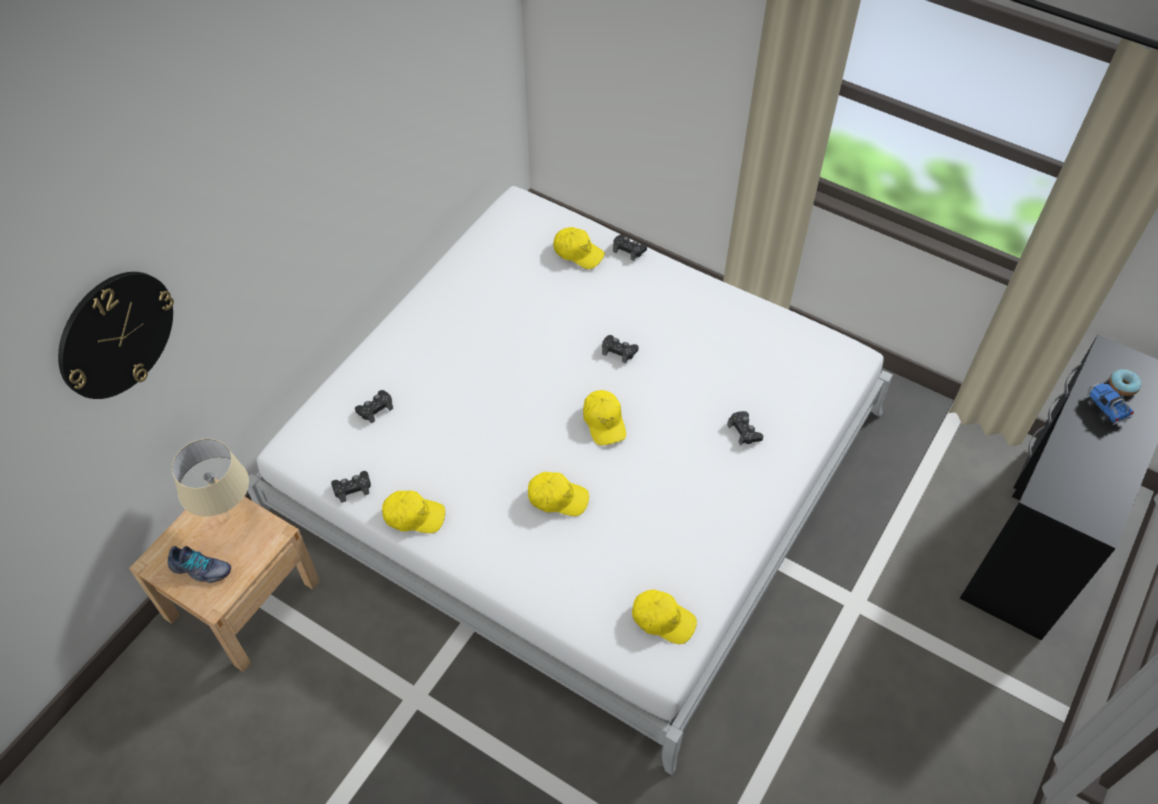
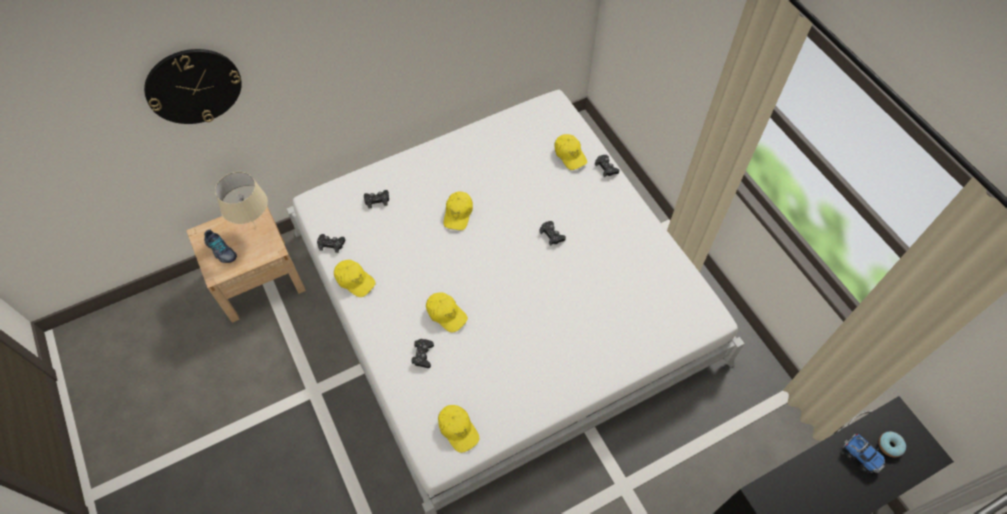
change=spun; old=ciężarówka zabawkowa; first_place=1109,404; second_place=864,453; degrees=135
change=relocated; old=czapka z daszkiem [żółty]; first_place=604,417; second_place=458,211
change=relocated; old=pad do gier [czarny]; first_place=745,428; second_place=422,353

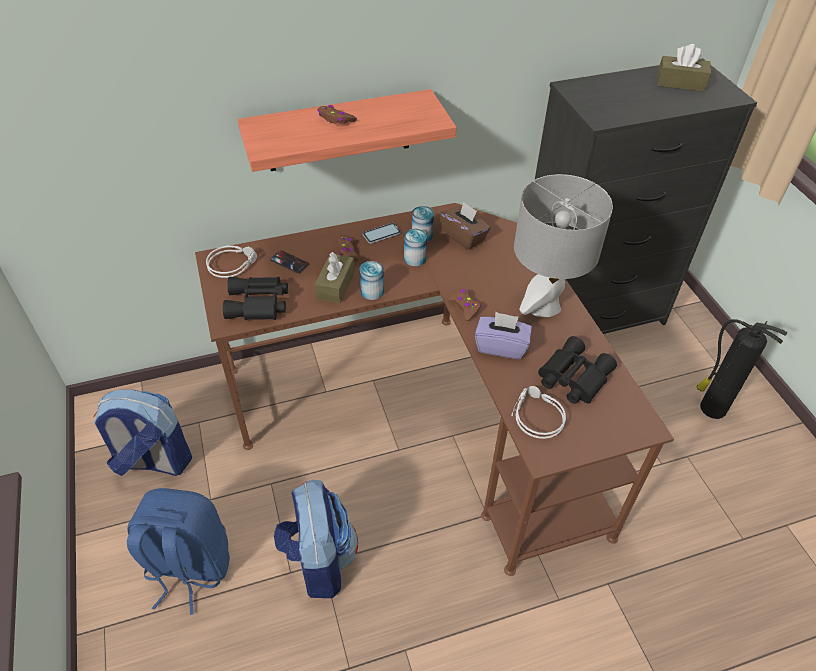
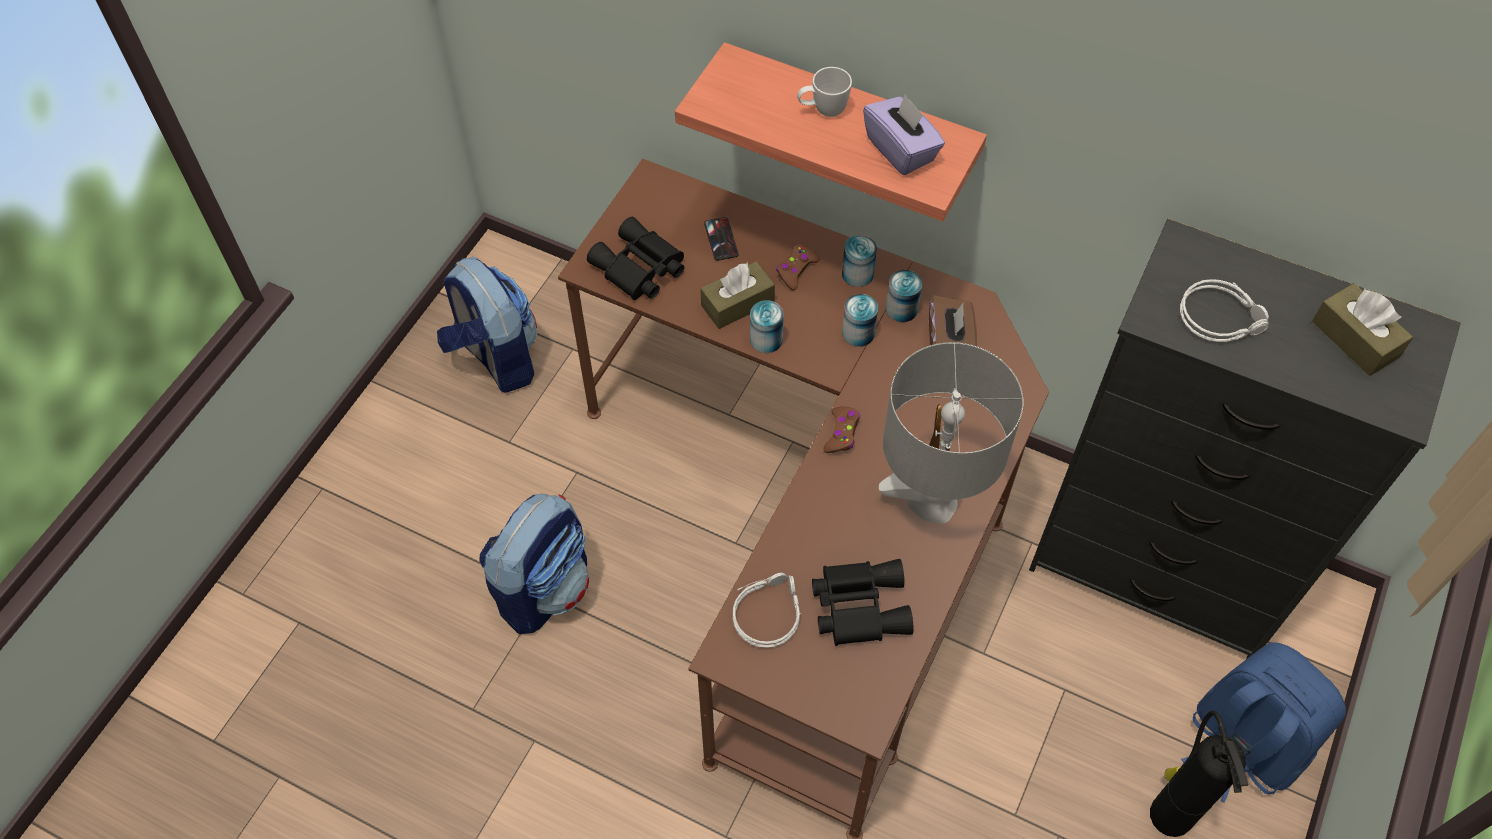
change=exchanged; old=pad do gier [brązowy]; new=kubek [biały]; first_place=337,114; second_place=824,92
change=exchanged; old=telefon; new=puszka; first_place=382,233; second_place=859,261
change=relocated; old=słuchawki [szary]; first_place=231,261; second_place=1224,310
change=relocated; old=pudełko chusteczek [fioletowy]; first_place=503,335; second_place=904,134
change=relocated; old=plecak [niebieski]; first_place=178,551; second_place=1263,722

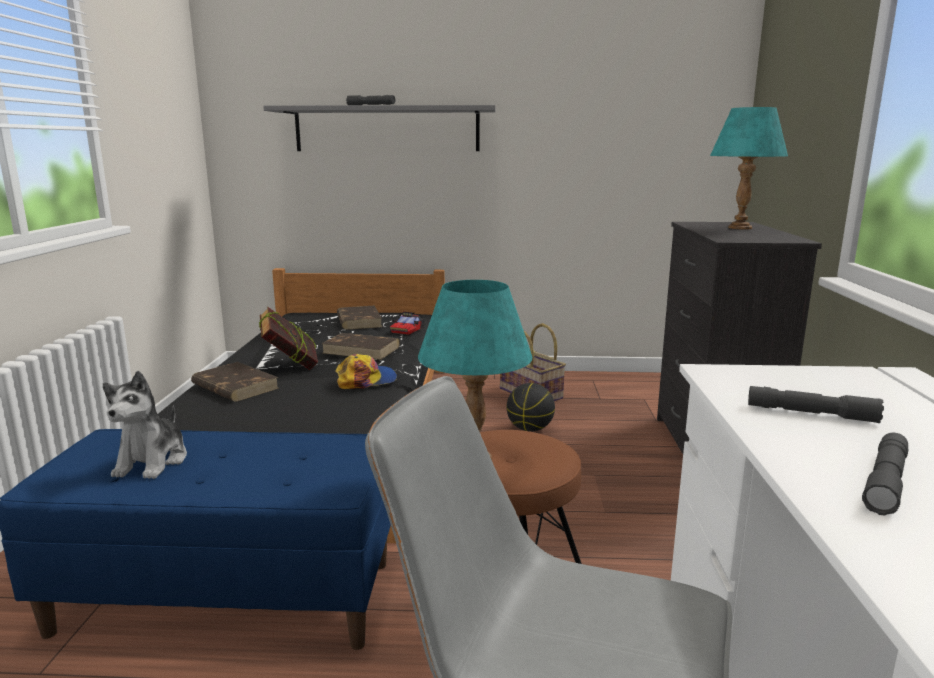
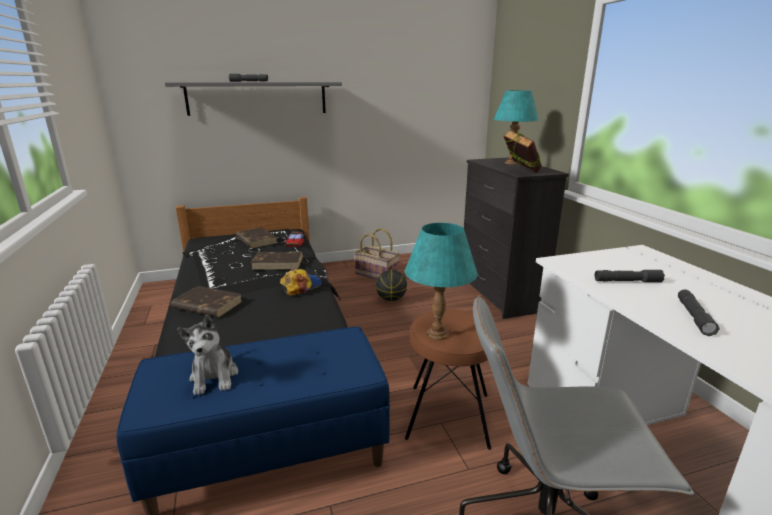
change=relocated; old=książka; first_place=288,338; second_place=523,151

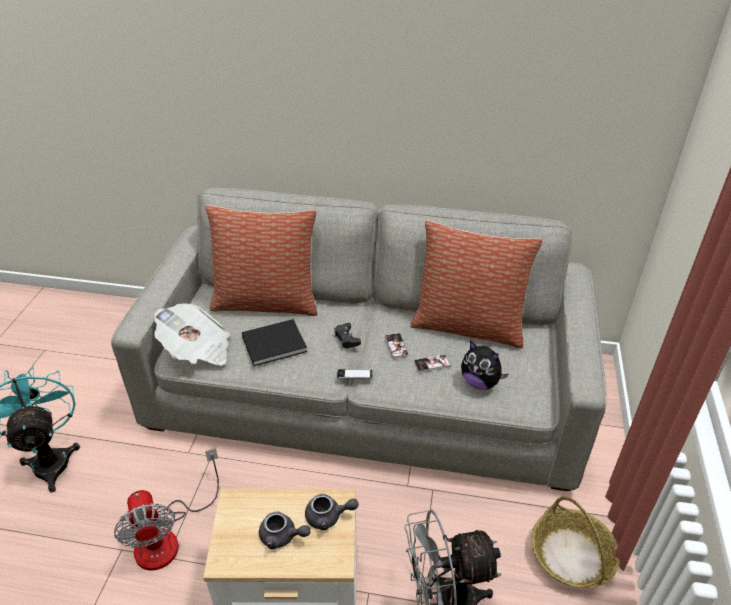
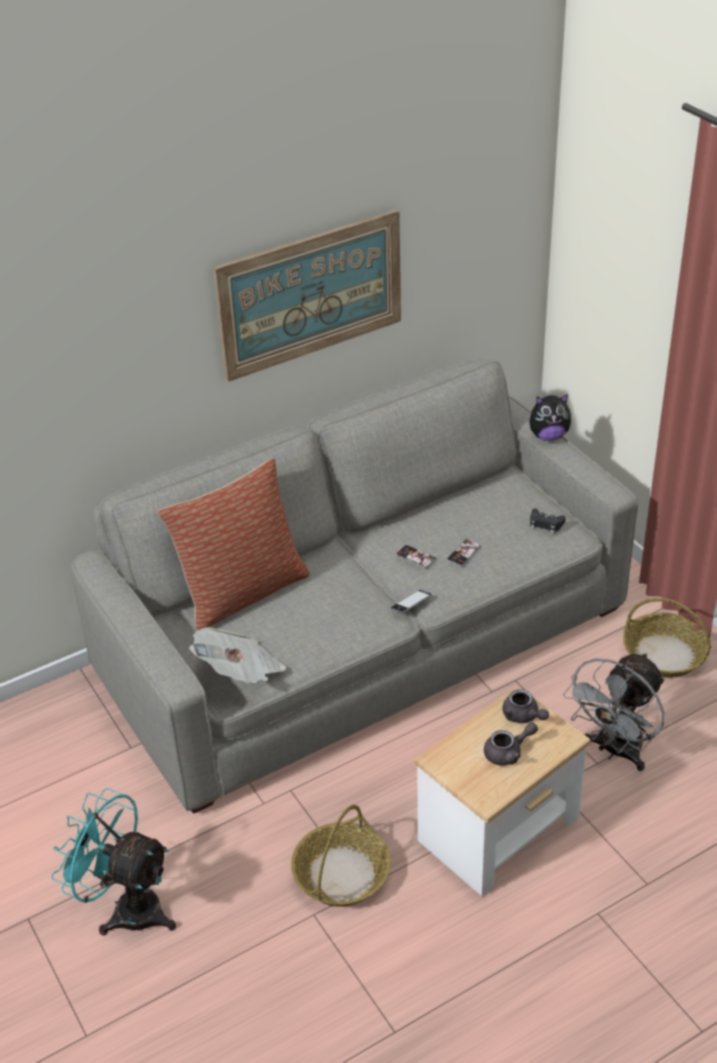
change=missing; old=poduszka; first_place=476,284
change=missing; old=książka [czarny]; first_place=274,342
change=relocated; old=pad do gier [czarny]; first_place=347,336; second_place=548,521
change=relocated; old=pluszak; first_place=484,365; second_place=551,417
change=exchanged; old=wentylator; new=koszyk; first_place=166,509; second_place=341,856
change=spun; old=imbryk [szary]; first_place=332,512; second_place=525,706; degrees=90
change=appeared; new=obraz; second_place=307,296

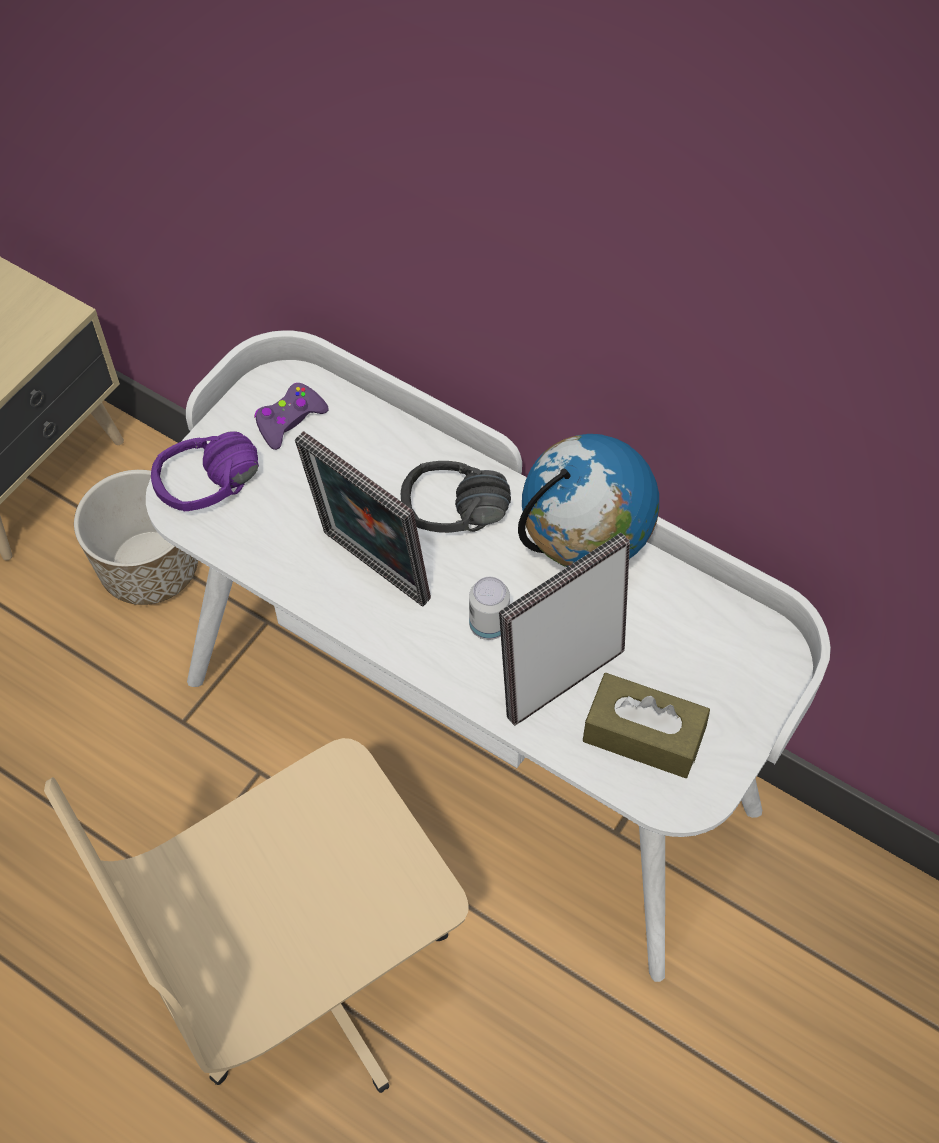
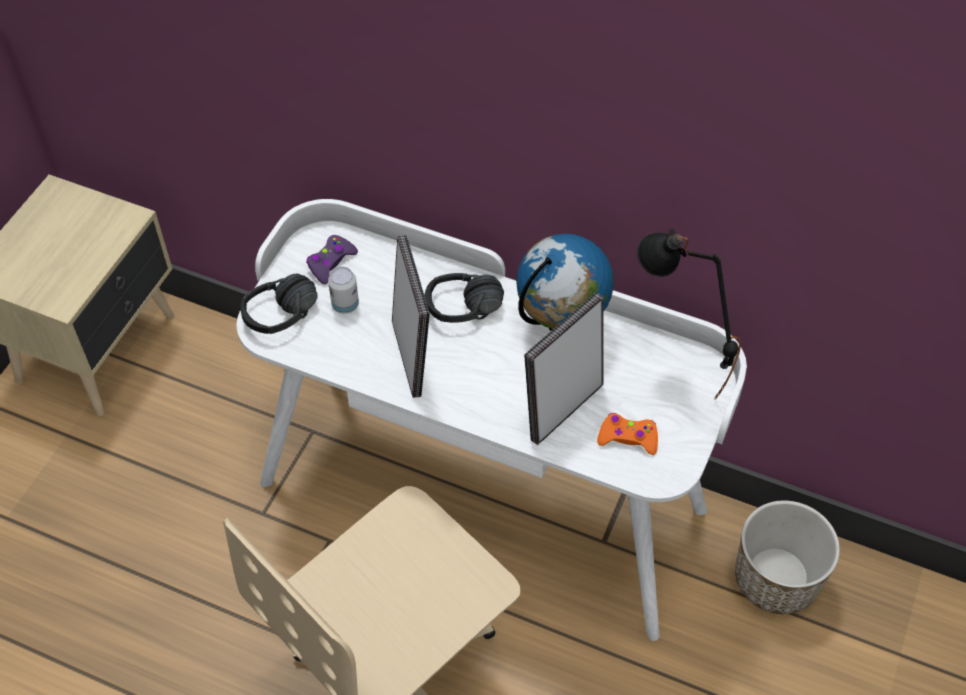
change=colour; old=słuchawki [fioletowy]; new=słuchawki [czarny]; first_place=205,471; second_place=279,304
change=spun; old=ramka na zdjęcie; first_place=363,518; second_place=411,316; degrees=-135
change=relocated; old=donica; first_place=136,537; second_place=787,557
change=relocated; old=puszka; first_place=489,608; second_place=343,290
change=exchanged; old=pudełko chusteczek [brązowy]; new=pad do gier [pomarańczowy]; first_place=646,725; second_place=627,434
change=appeared; new=lampa stołowa [czarny]; second_place=689,314

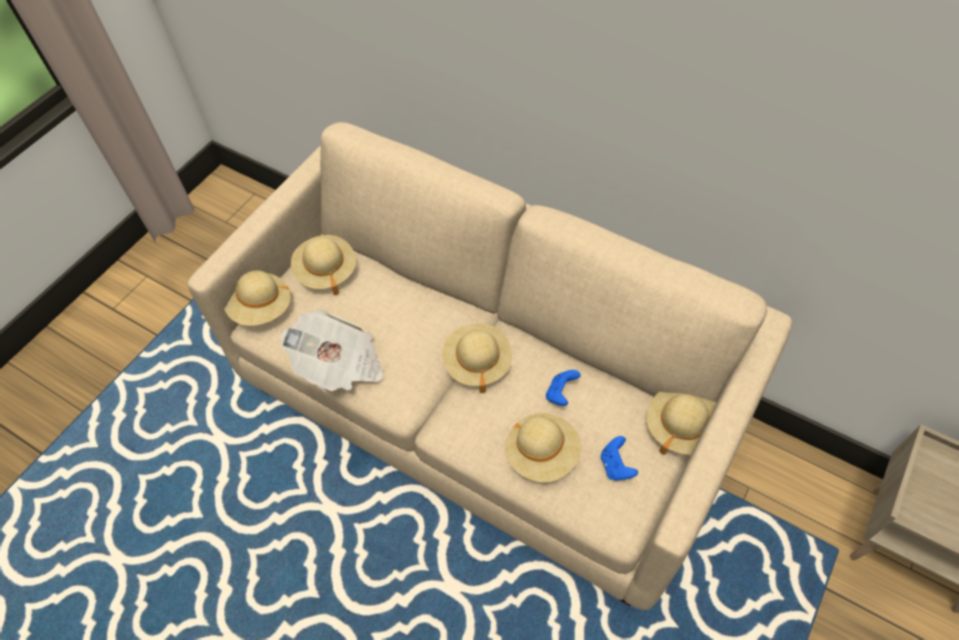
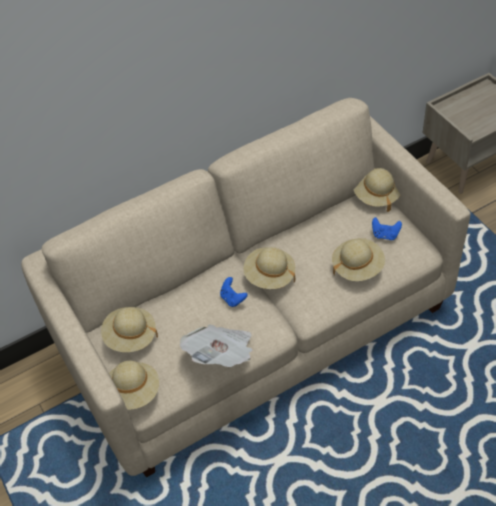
change=relocated; old=pad do gier [niebieski]; first_place=563,388; second_place=234,292

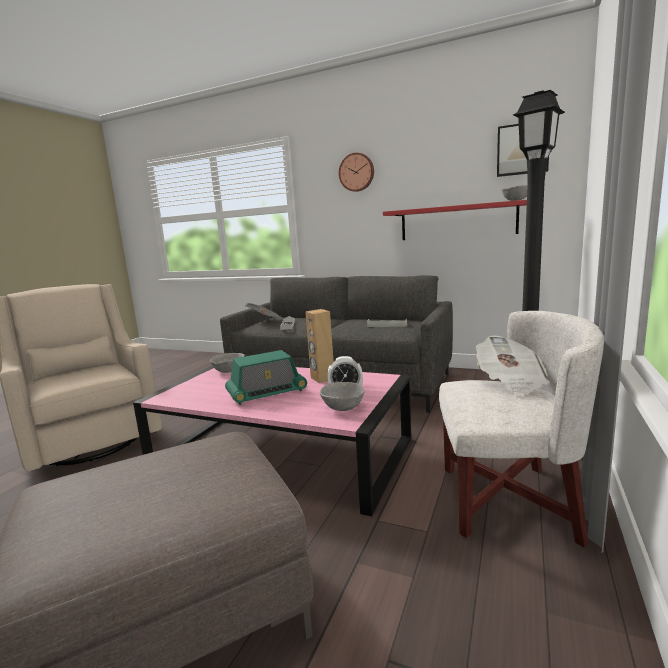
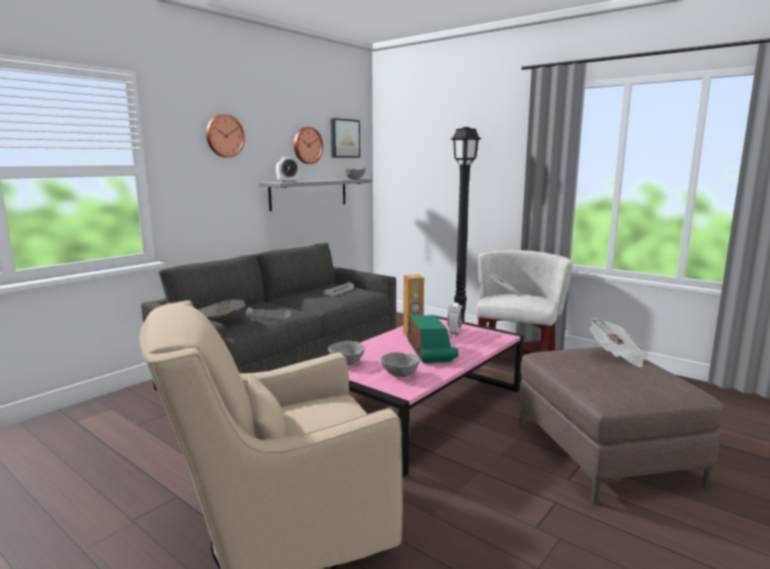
change=colour; old=półka [czerwony]; new=półka [szary]; first_place=455,220; second_place=315,195
change=relocated; old=miska [szary]; first_place=342,396; second_place=400,364
change=appeared; new=zegar ścienny; second_place=308,145
change=appeared; new=budzik; second_place=287,169
change=appeared; new=gazeta; second_place=618,342

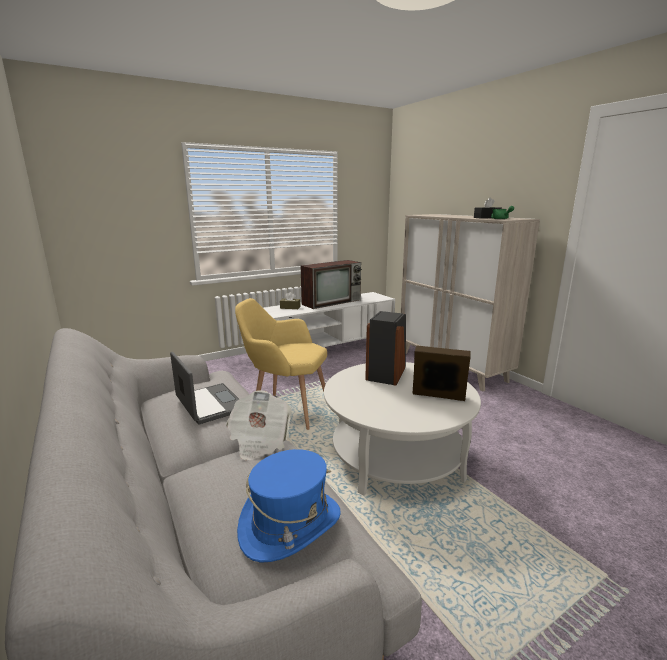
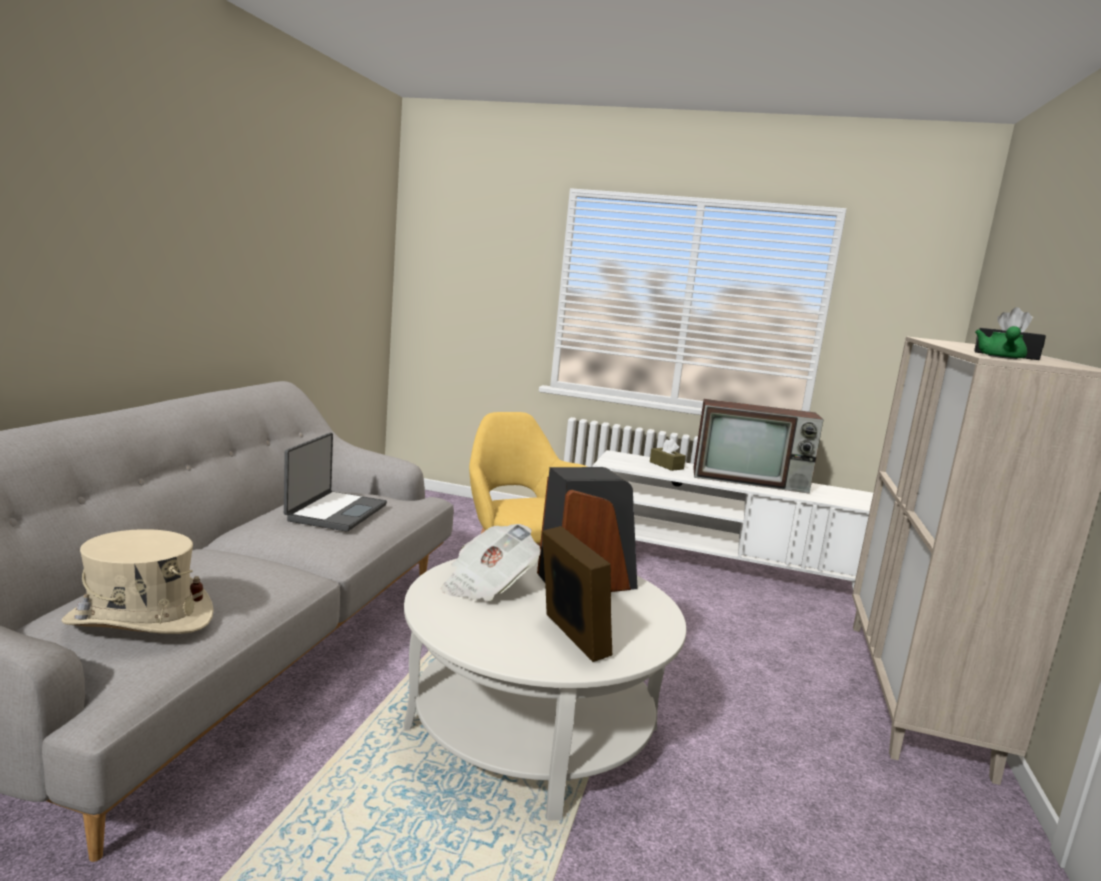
change=relocated; old=gazeta; first_place=259,425; second_place=491,562
change=colour; old=kapelusz [niebieski]; new=kapelusz [beżowy]; first_place=289,506; second_place=137,581

